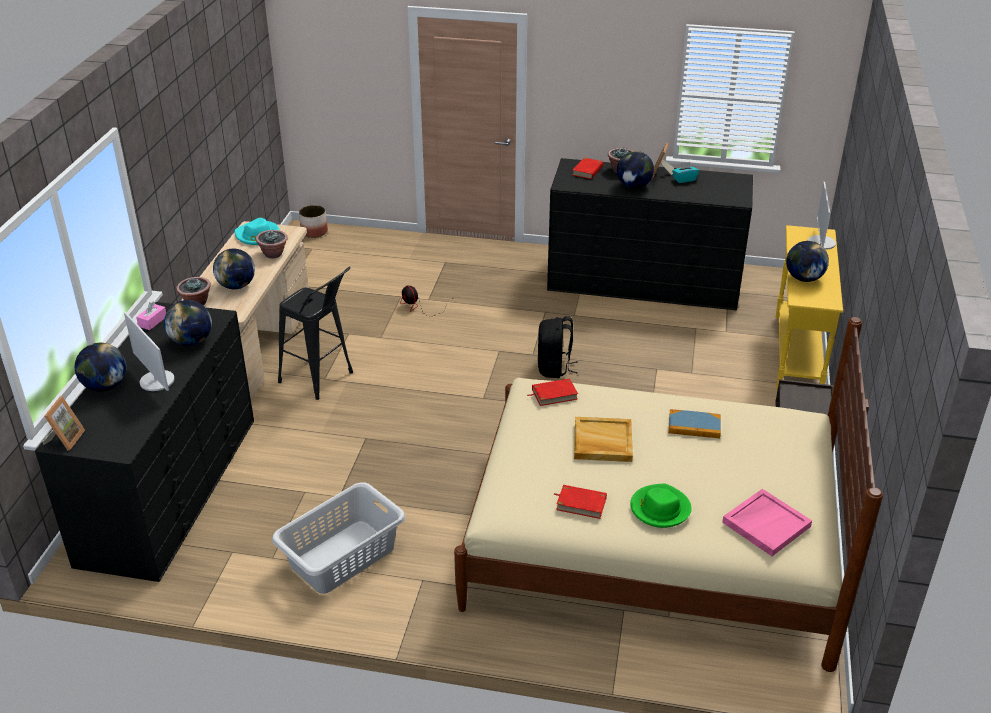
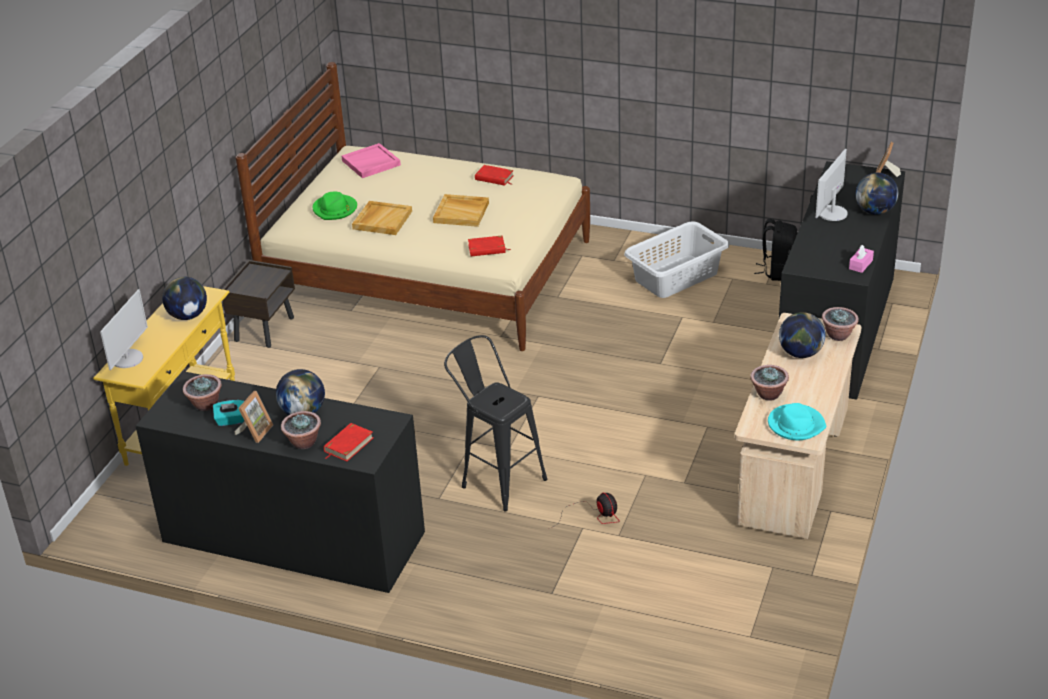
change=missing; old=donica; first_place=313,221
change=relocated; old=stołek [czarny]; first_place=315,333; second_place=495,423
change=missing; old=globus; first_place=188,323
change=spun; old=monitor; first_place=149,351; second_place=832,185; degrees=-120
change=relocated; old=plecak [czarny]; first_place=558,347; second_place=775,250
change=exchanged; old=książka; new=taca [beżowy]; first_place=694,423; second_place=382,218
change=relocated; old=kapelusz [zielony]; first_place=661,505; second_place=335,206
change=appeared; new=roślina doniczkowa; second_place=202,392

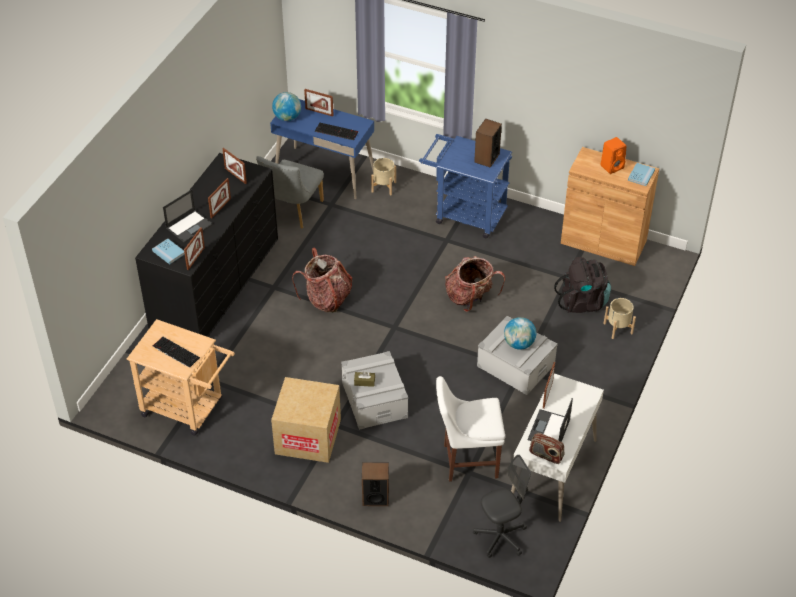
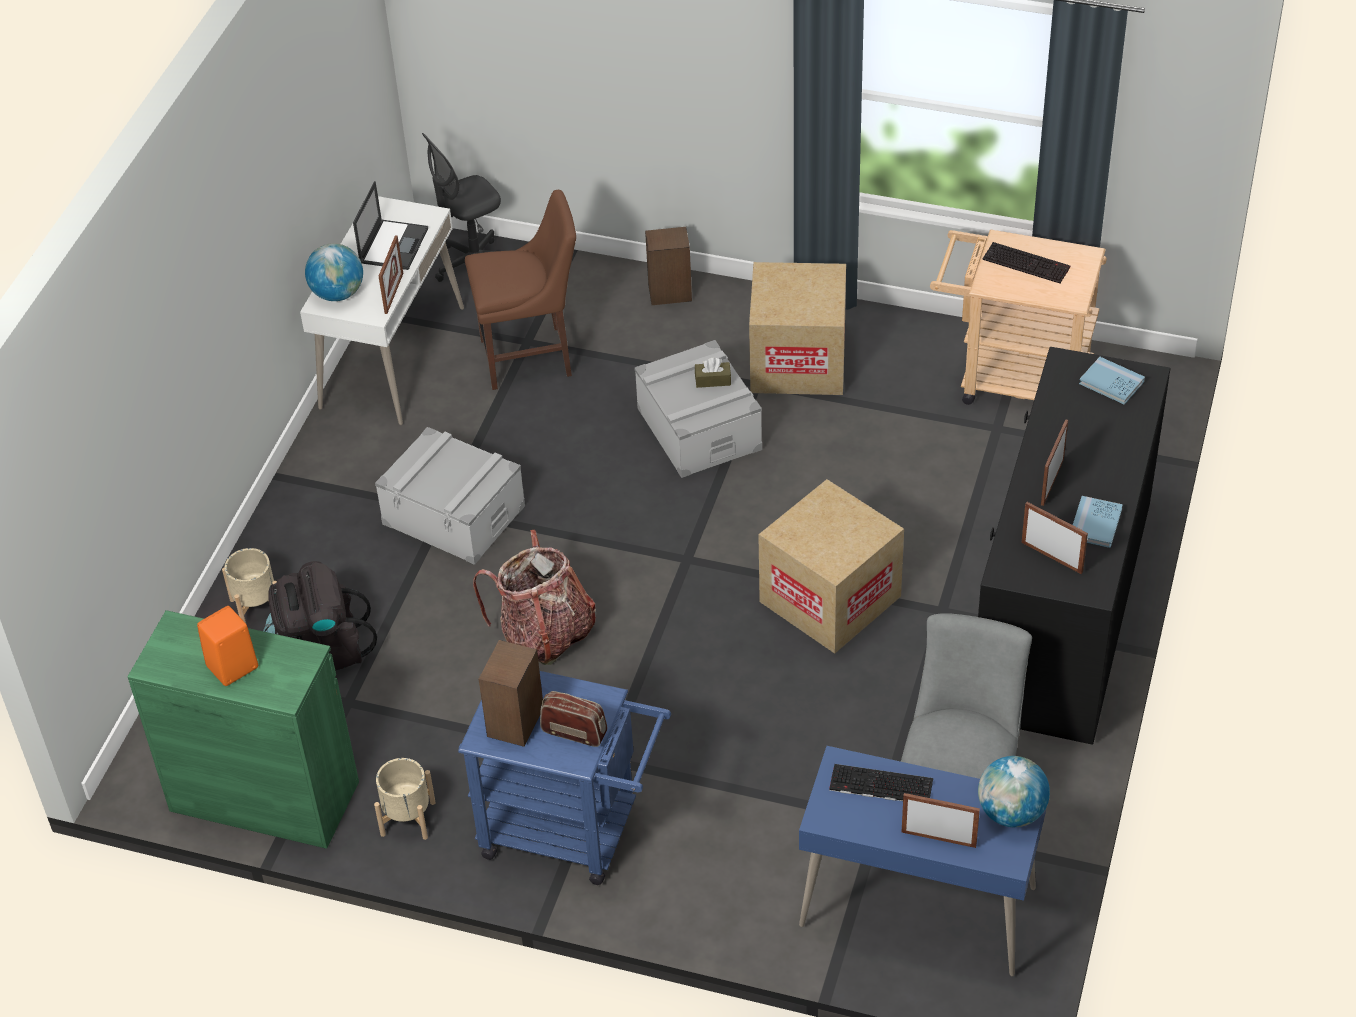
change=colour; old=szafka [brązowy]; new=szafka [zielony]; first_place=610,206; second_place=243,729
change=relocated; old=donica [beżowy]; first_place=383,177; second_place=405,799
change=relocated; old=książka [niebieski]; first_place=641,174; second_place=1098,522
change=missing; old=laptop; first_place=188,216
change=missing; old=ramka na zdjęcie; first_place=194,248
change=exchanged; old=plecak; new=karton; first_place=322,280; second_place=831,566
change=relocated; old=globus; first_place=520,333; second_place=334,272
change=colour; old=krzesło [biały]; new=krzesło [brązowy]; first_place=470,429; second_place=520,290
change=relocated; old=radio; first_place=546,448; second_place=573,719

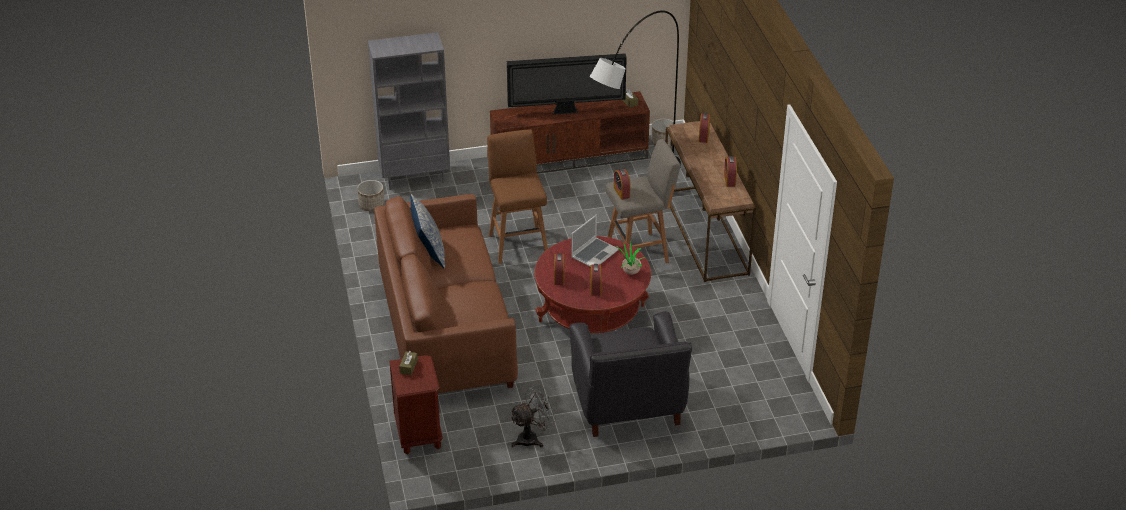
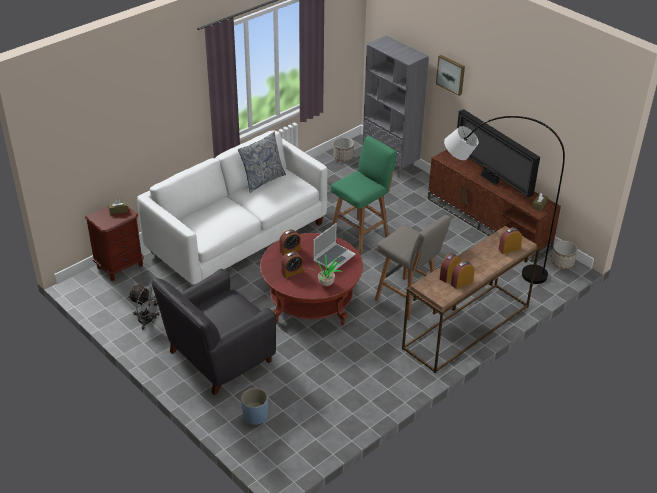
change=colour; old=stołek [brązowy]; new=stołek [zielony]; first_place=517,196; second_place=364,195
change=relocated; old=budzik; first_place=622,184; second_place=449,268
change=colour; old=kanapa [brązowy]; new=kanapa [biały]; first_place=446,293; second_place=232,208
change=spun; old=laptop; first_place=595,241; second_place=334,246; degrees=-60
change=appeared; new=obraz; second_place=450,75
change=appeared; new=donica [niebieski]; second_place=254,406

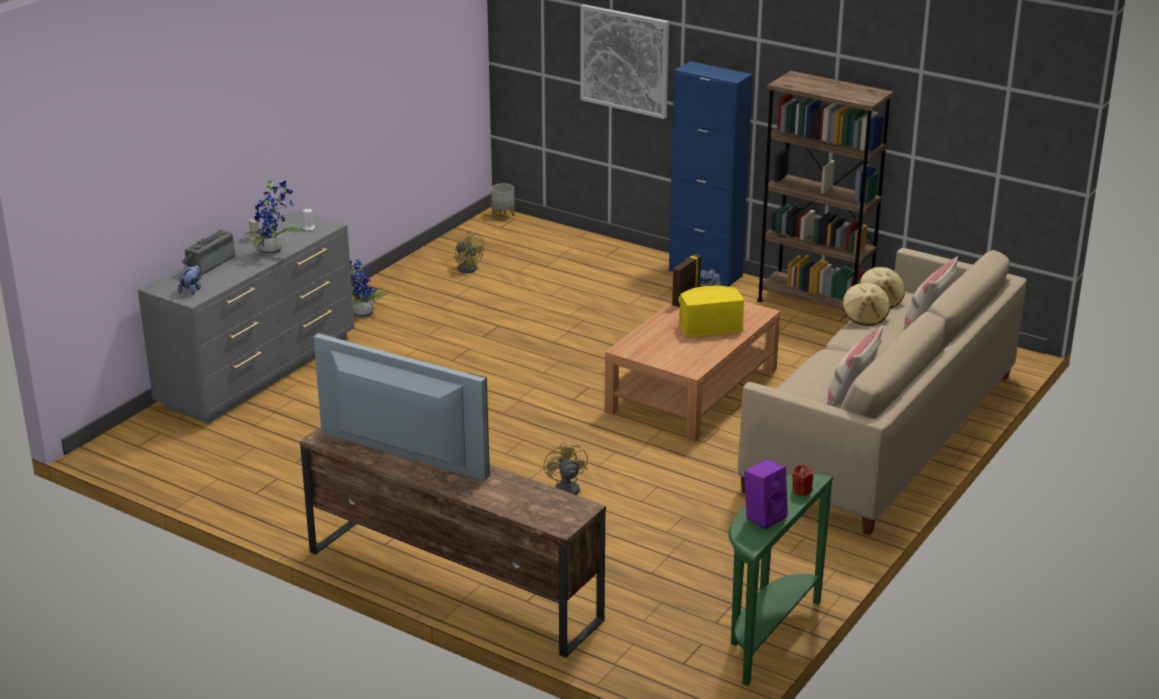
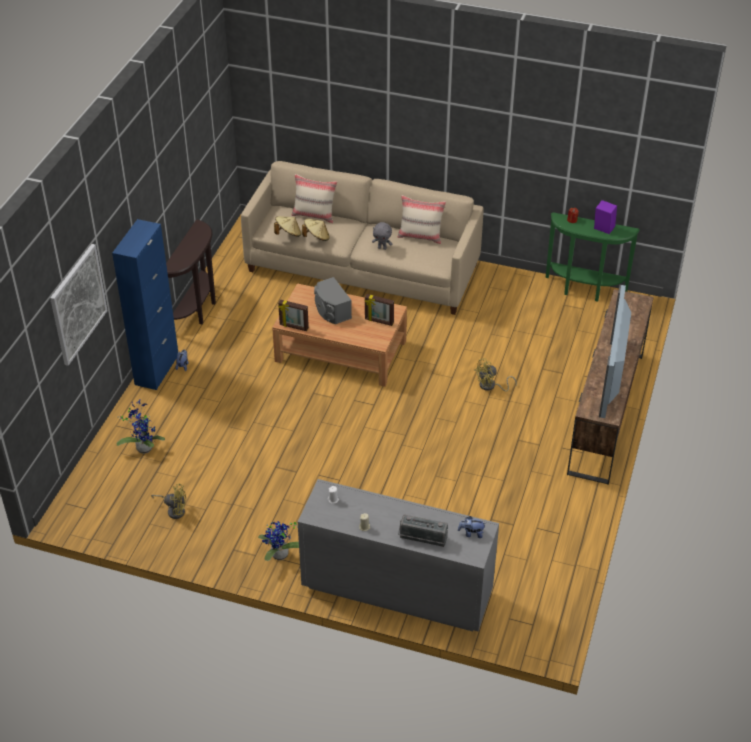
change=exchanged; old=regał [brązowy]; new=stolik konsolowy [brązowy]; first_place=825,196; second_place=191,271
change=relocated; old=roślina doniczkowa; first_place=272,217; second_place=141,427
change=missing; old=donica [szary]; first_place=503,202
change=spun; old=wentylator [żółty]; first_place=469,252; second_place=168,501; degrees=60
change=colour; old=głośnik [żółty]; new=głośnik [szary]; first_place=711,312; second_place=333,300
change=appeared; new=pluszak [szary]; second_place=382,236
change=appeared; new=ramka na zdjęcie; second_place=379,310

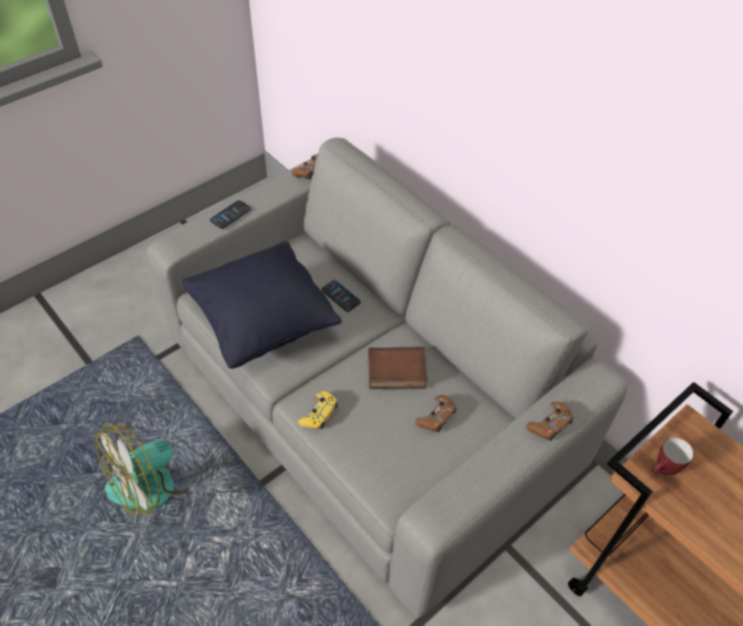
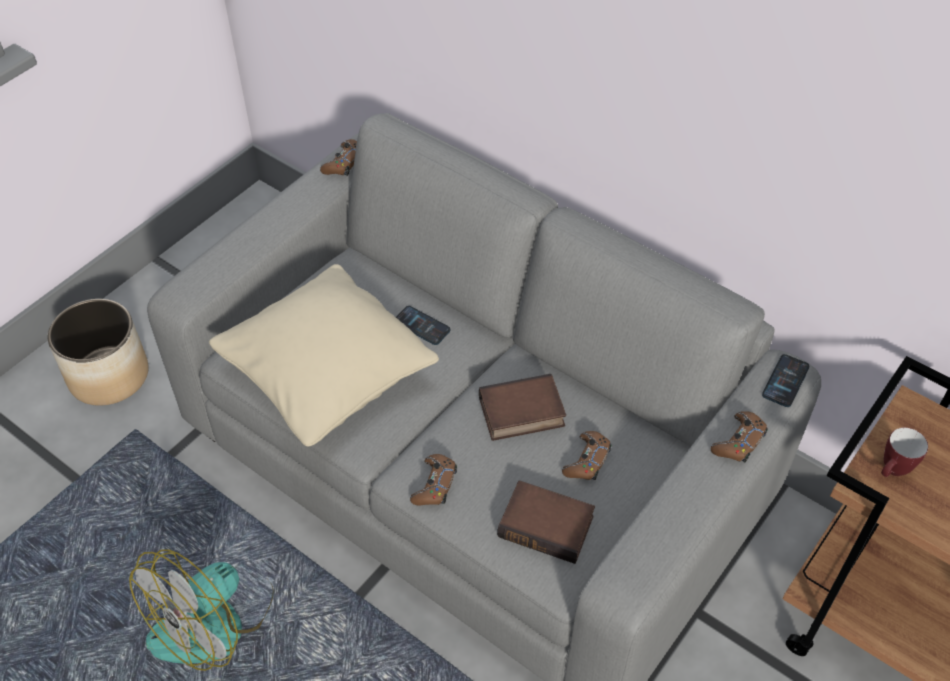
change=relocated; old=telefon; first_place=230,214; second_place=786,380
change=colour; old=poduszka [czarny]; new=poduszka [beżowy]; first_place=262,305; second_place=324,355
change=colour; old=pad do gier [żółty]; new=pad do gier [brązowy]; first_place=318,410; second_place=433,480
change=appeared; new=donica; second_place=98,352
change=appeared; new=książka; second_place=546,522

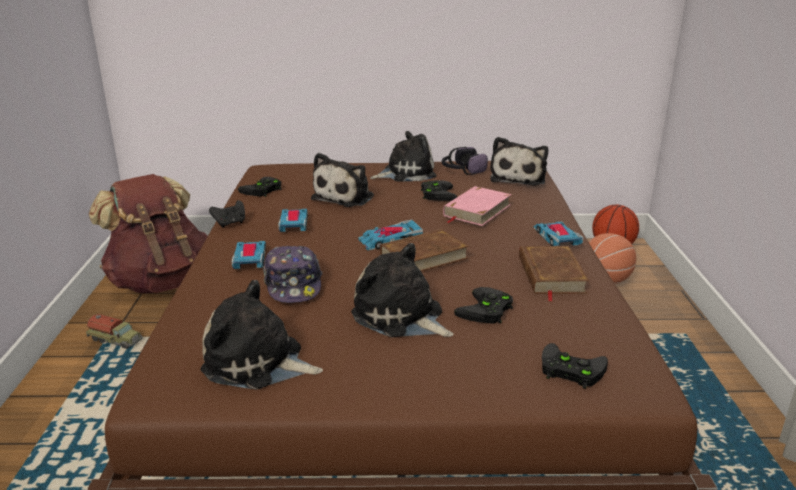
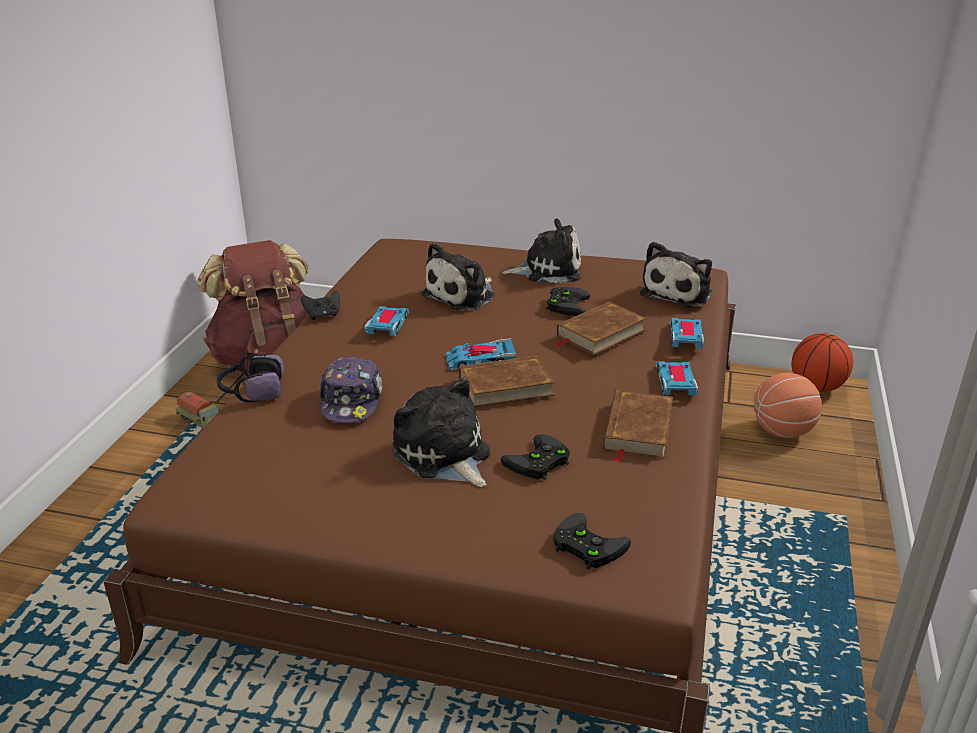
change=relocated; old=słuchawki; first_place=465,161; second_place=250,378
change=missing; old=pad do gier [czarny]; first_place=260,187
change=colour; old=książka [różowy]; new=książka [brązowy]; first_place=477,206; second_place=601,328
change=relocated; old=samochodzik; first_place=248,255; second_place=687,333
change=missing; old=pluszak; first_place=262,335

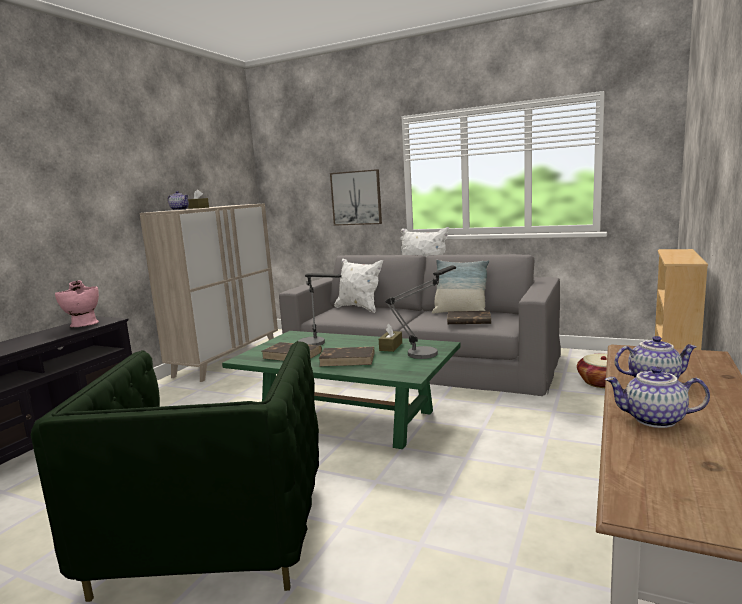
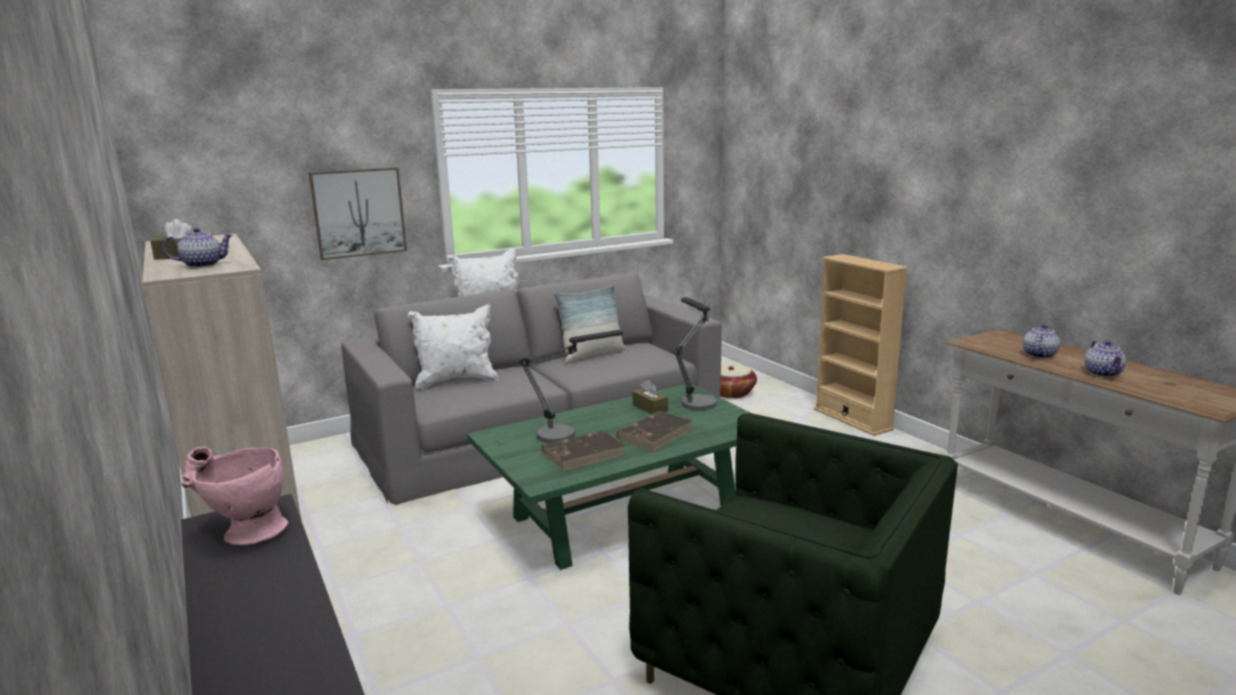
change=missing; old=książka [brązowy]; first_place=469,317
change=spun; old=imbryk; first_place=657,397; second_place=1105,358; degrees=-45

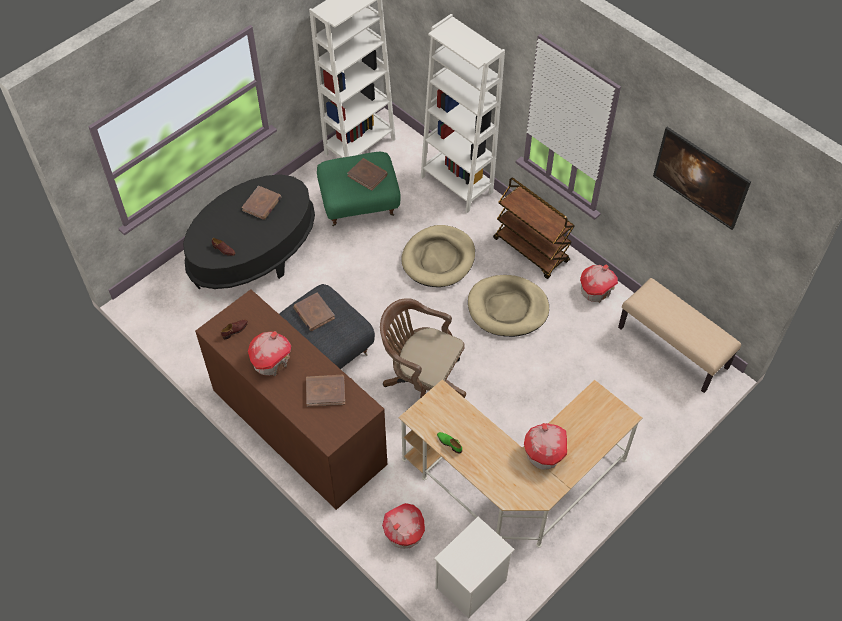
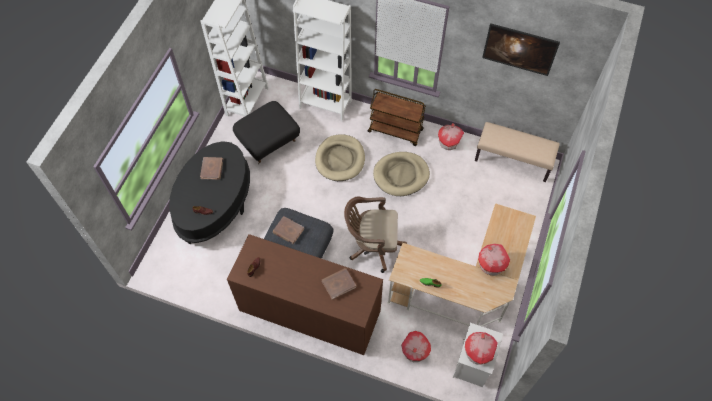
change=colour; old=pufa [zielony]; new=pufa [czarny]; first_place=359,189; second_place=266,132
change=missing; old=książka [brązowy]; first_place=367,174
change=relocated; old=domek; first_place=269,353; second_place=481,348

